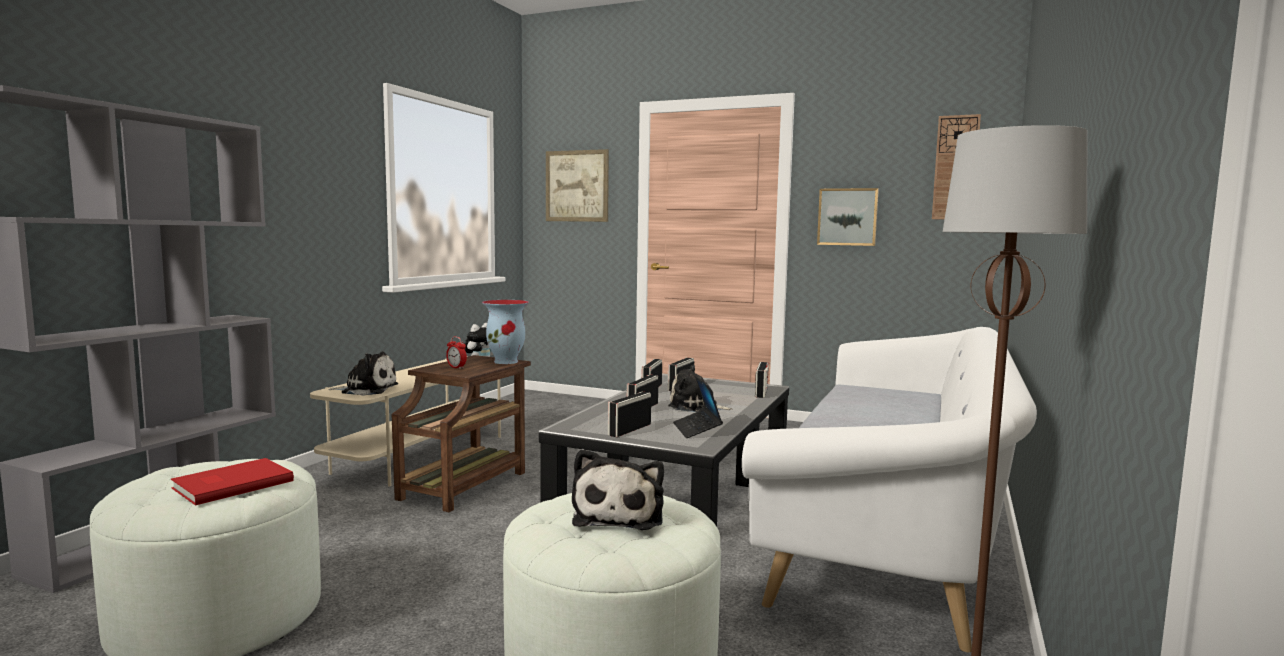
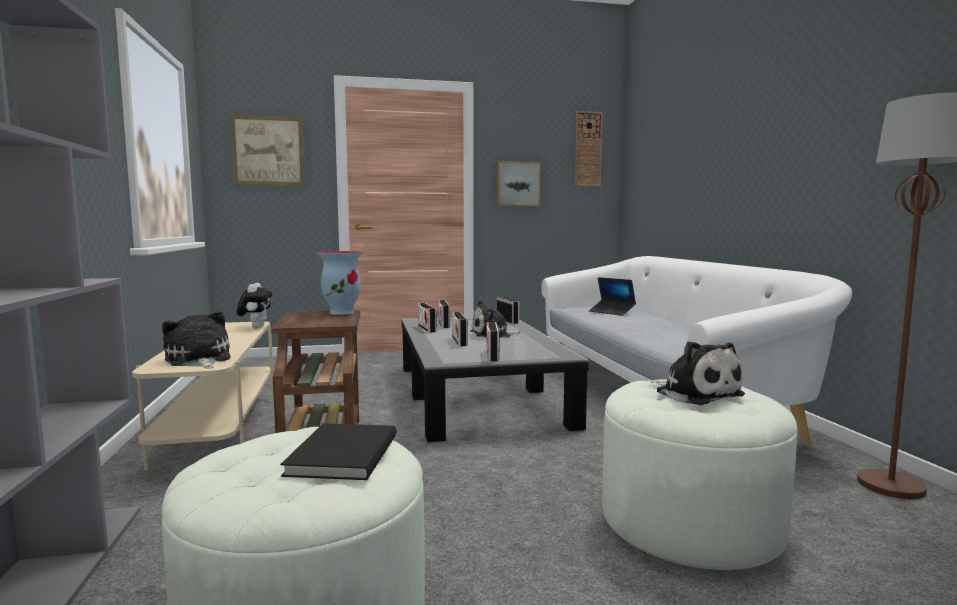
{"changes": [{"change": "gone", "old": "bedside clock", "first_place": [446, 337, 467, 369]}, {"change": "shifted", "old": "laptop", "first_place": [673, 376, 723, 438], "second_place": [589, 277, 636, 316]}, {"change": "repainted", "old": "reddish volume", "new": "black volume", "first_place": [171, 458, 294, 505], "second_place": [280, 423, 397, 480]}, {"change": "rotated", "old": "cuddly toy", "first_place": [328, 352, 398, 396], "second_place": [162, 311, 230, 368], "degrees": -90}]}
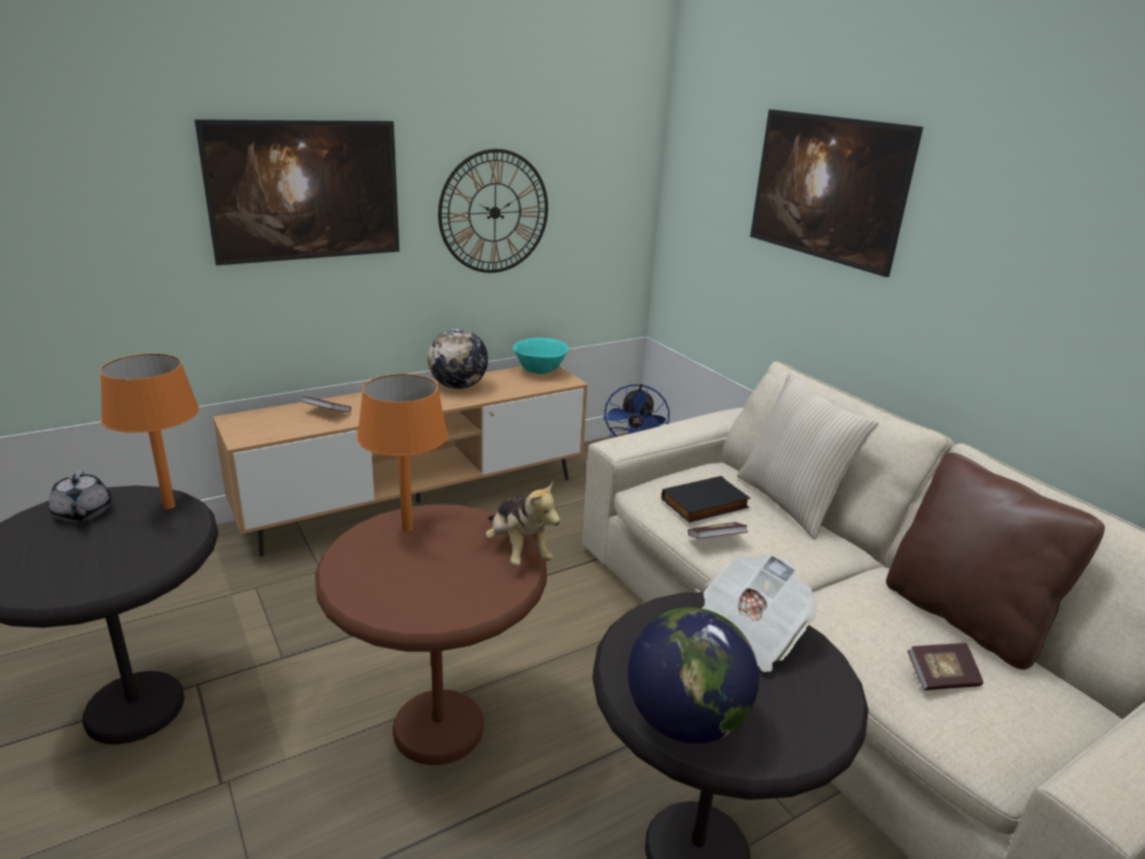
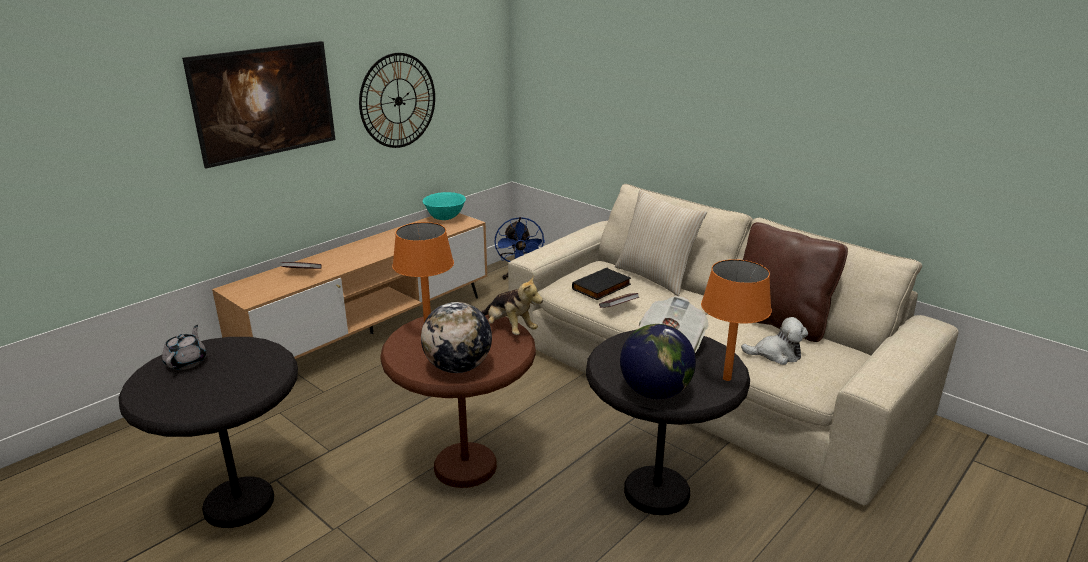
{"changes": [{"change": "gone", "old": "picture", "first_place": [750, 109, 923, 277]}, {"change": "shifted", "old": "orange lamp for a table", "first_place": [100, 354, 199, 509], "second_place": [701, 259, 772, 381]}, {"change": "shifted", "old": "globe", "first_place": [428, 329, 488, 389], "second_place": [421, 302, 492, 373]}, {"change": "swapped", "old": "volume", "new": "cuddly toy", "first_place": [907, 643, 984, 690], "second_place": [741, 317, 808, 365]}, {"change": "rotated", "old": "grey teapot", "first_place": [49, 471, 112, 522], "second_place": [162, 325, 206, 370], "degrees": -135}]}
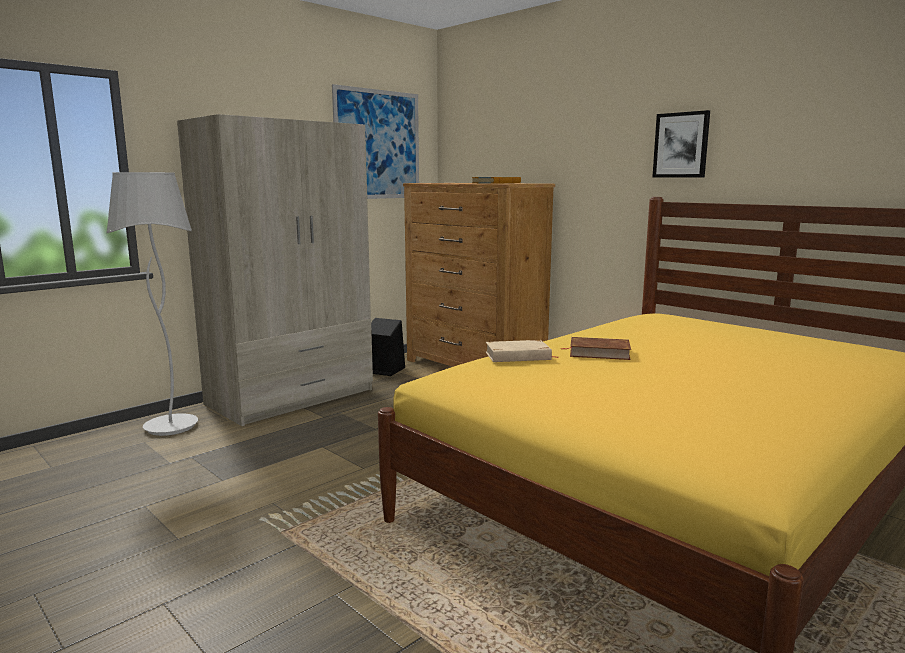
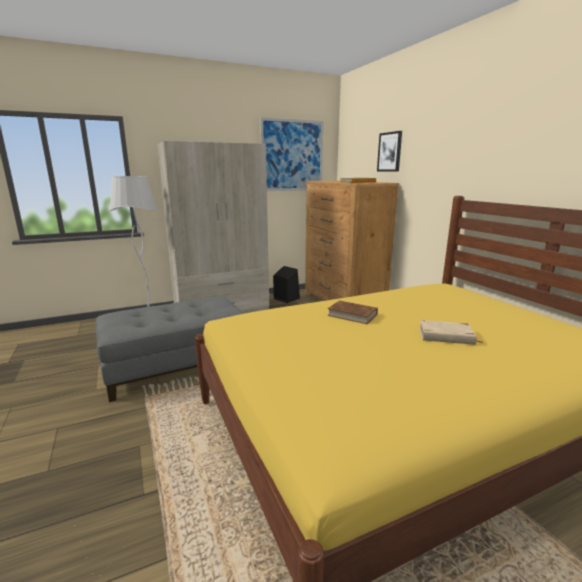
{"changes": [{"change": "new", "new": "grey footrest", "second_place": [96, 296, 245, 402]}, {"change": "shifted", "old": "beige volume", "first_place": [486, 340, 559, 362], "second_place": [419, 320, 483, 345]}, {"change": "shifted", "old": "picture", "first_place": [652, 110, 710, 178], "second_place": [377, 131, 402, 172]}]}
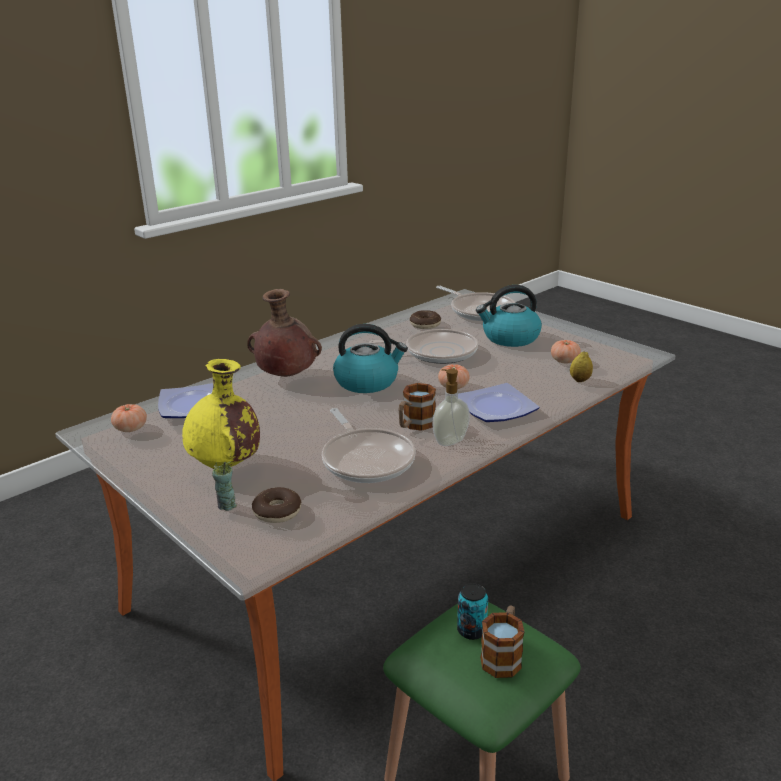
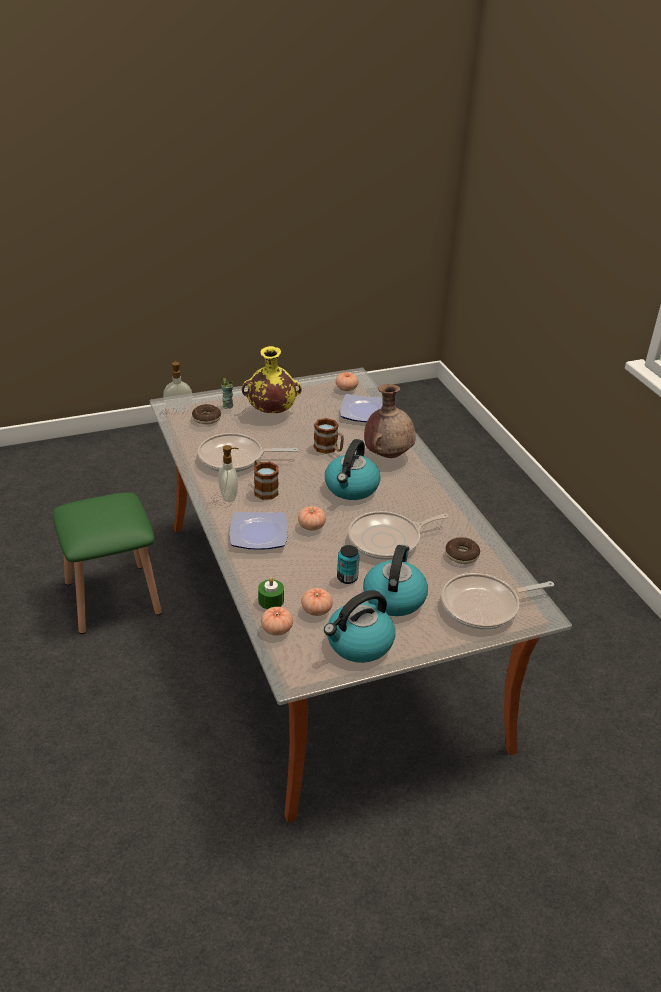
{"changes": [{"change": "new", "new": "soap dispenser", "second_place": [163, 361, 193, 412]}, {"change": "new", "new": "fresh tomato", "second_place": [261, 607, 293, 636]}, {"change": "new", "new": "water kettle", "second_place": [324, 590, 395, 663]}, {"change": "shifted", "old": "metal can", "first_place": [457, 583, 488, 640], "second_place": [337, 545, 360, 584]}, {"change": "shifted", "old": "mug", "first_place": [480, 606, 524, 678], "second_place": [313, 418, 344, 454]}, {"change": "swapped", "old": "citrus fruit", "new": "green-coloured candle", "first_place": [570, 351, 593, 382], "second_place": [258, 577, 284, 609]}, {"change": "rotated", "old": "skillet", "first_place": [369, 329, 478, 364], "second_place": [348, 511, 449, 560], "degrees": 45}]}
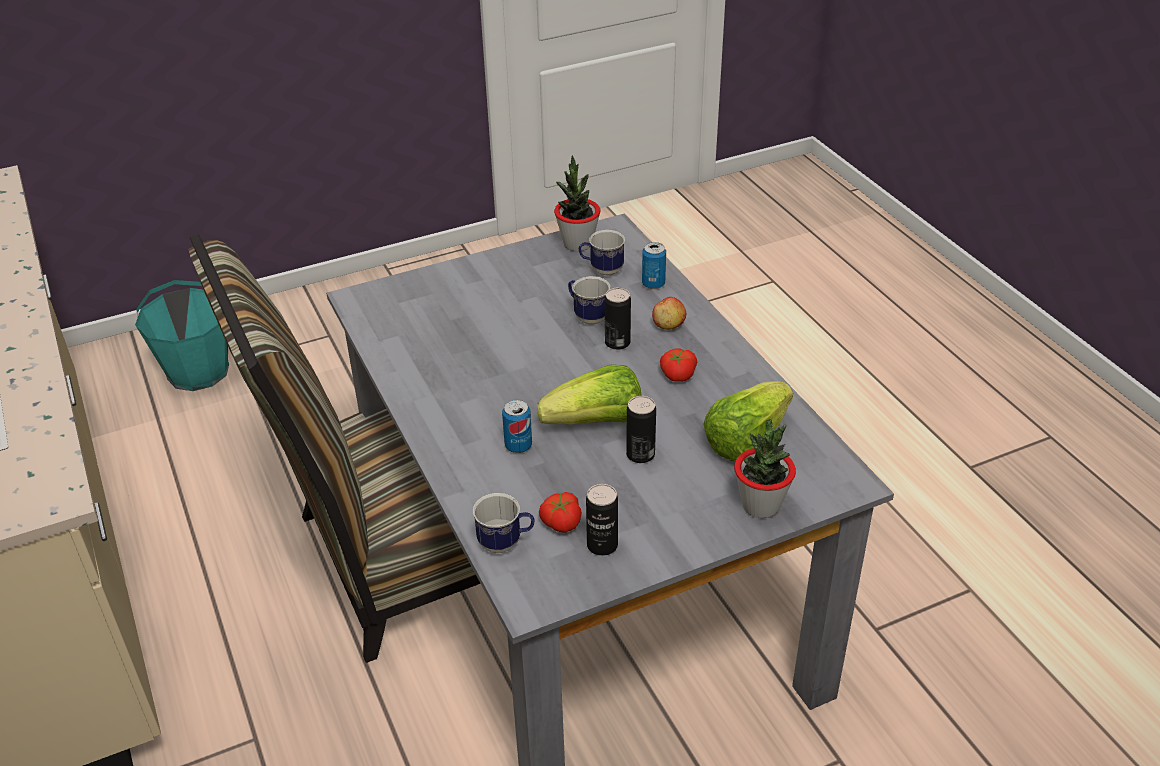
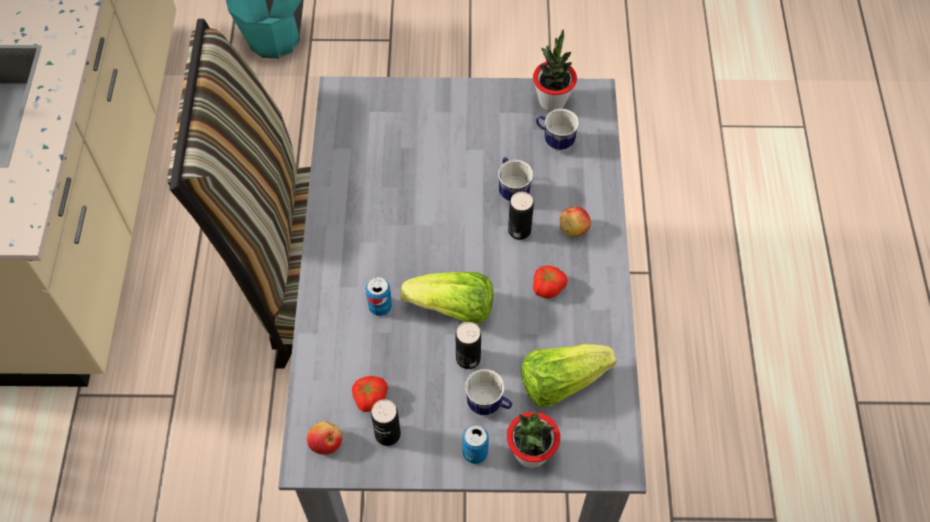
{"changes": [{"change": "new", "new": "whole apple", "second_place": [307, 421, 342, 455]}, {"change": "shifted", "old": "mug", "first_place": [473, 493, 535, 553], "second_place": [465, 369, 512, 416]}, {"change": "shifted", "old": "metal can", "first_place": [642, 242, 666, 289], "second_place": [462, 425, 489, 464]}]}
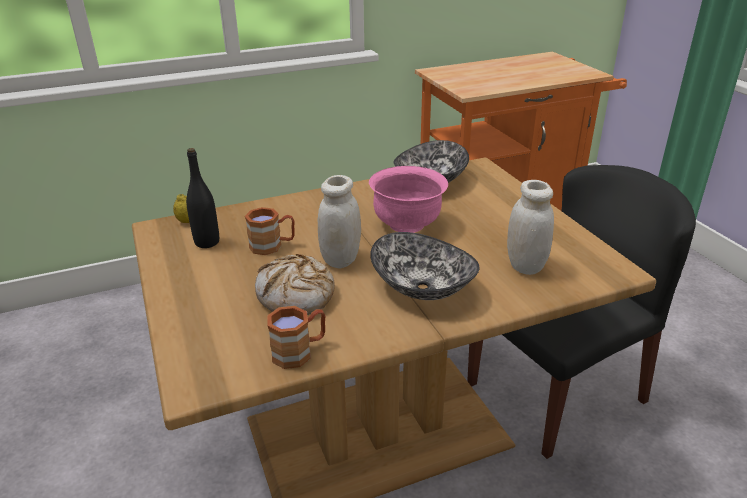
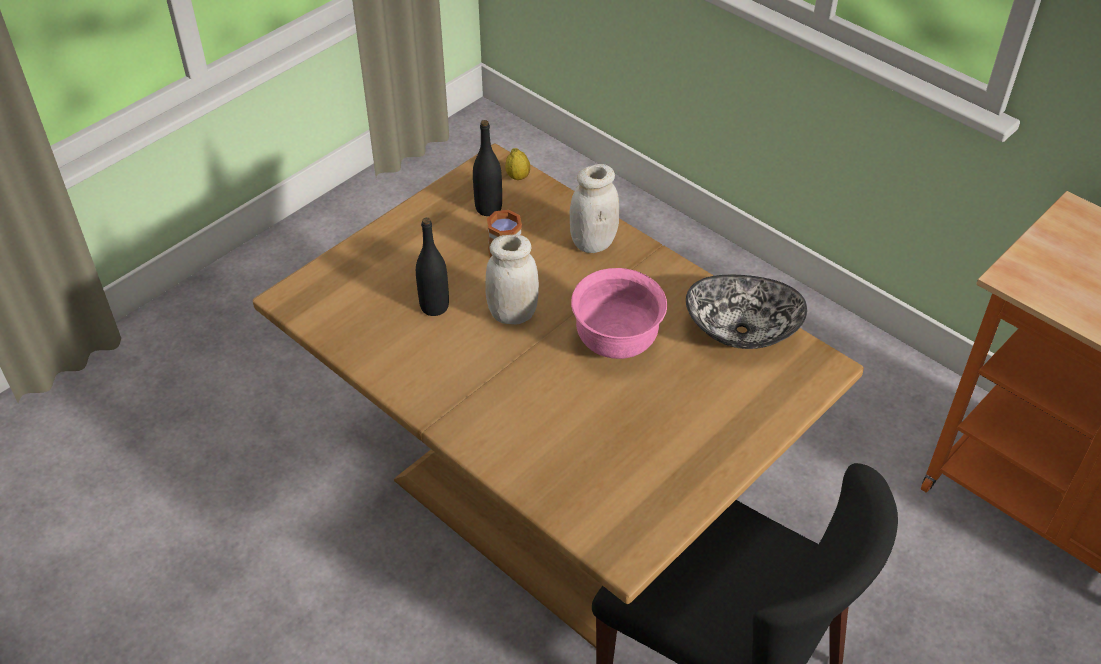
{"changes": [{"change": "gone", "old": "brown mug", "first_place": [267, 306, 325, 369]}, {"change": "gone", "old": "serving bowl", "first_place": [370, 232, 479, 300]}, {"change": "shifted", "old": "white preserve jar", "first_place": [507, 180, 554, 275], "second_place": [570, 164, 620, 253]}, {"change": "swapped", "old": "baked bread", "new": "black bottle", "first_place": [255, 254, 335, 315], "second_place": [416, 218, 449, 316]}]}
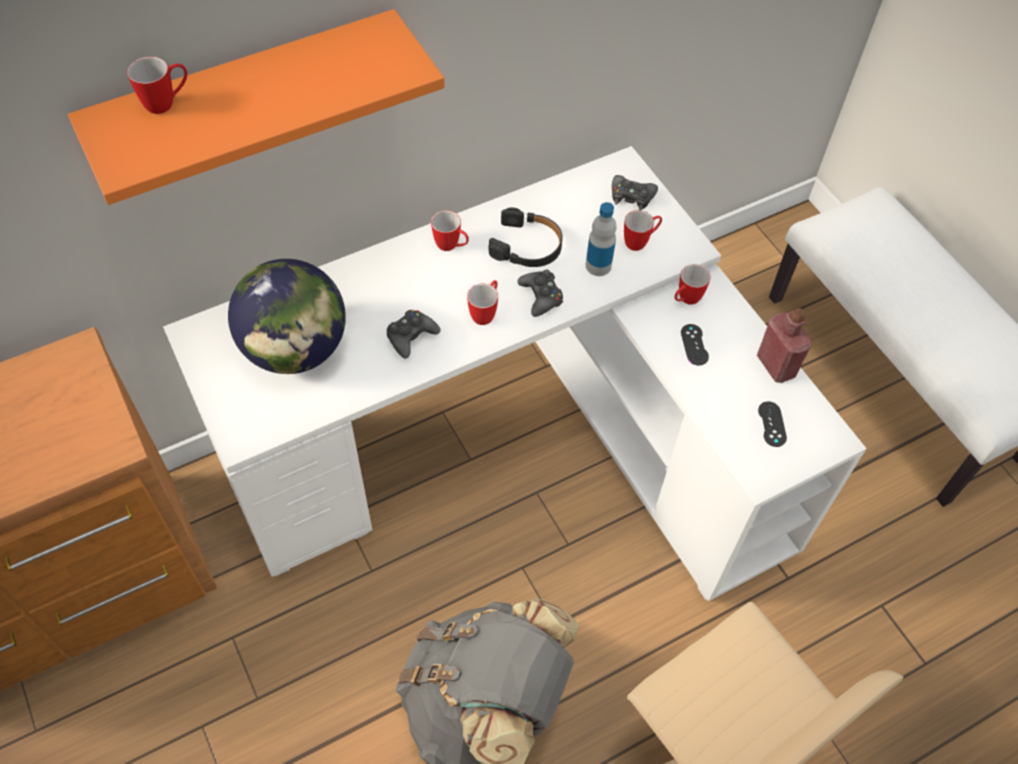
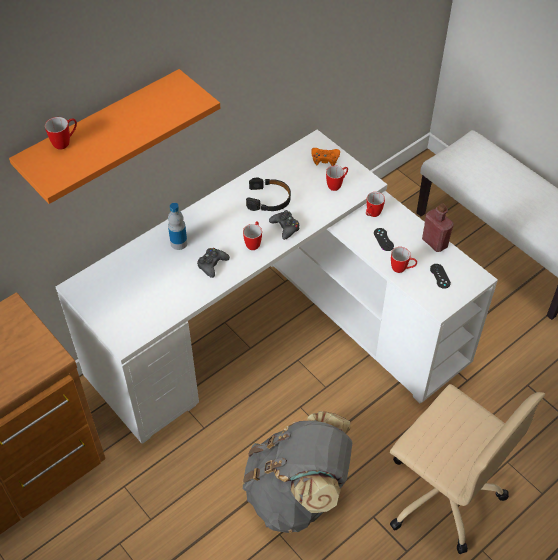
{"changes": [{"change": "gone", "old": "globe", "first_place": [228, 259, 346, 374]}, {"change": "shifted", "old": "mug", "first_place": [431, 210, 469, 251], "second_place": [391, 247, 417, 273]}, {"change": "shifted", "old": "bottle", "first_place": [586, 202, 617, 276], "second_place": [168, 203, 187, 250]}, {"change": "repainted", "old": "black gamepad", "new": "orange gamepad", "first_place": [612, 175, 658, 211], "second_place": [311, 148, 340, 166]}]}
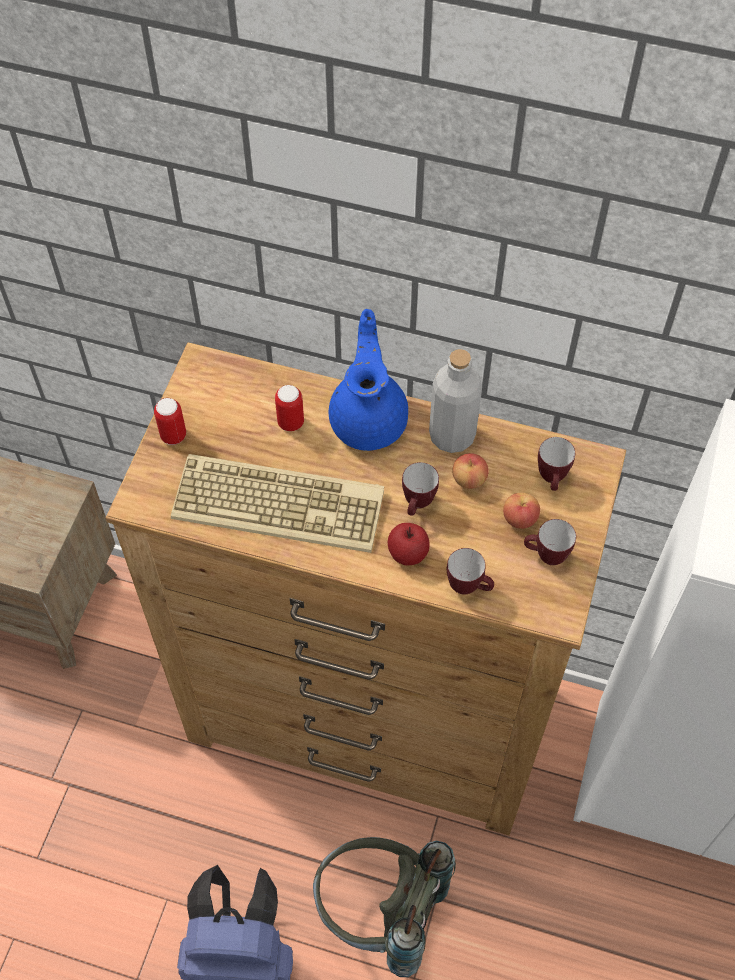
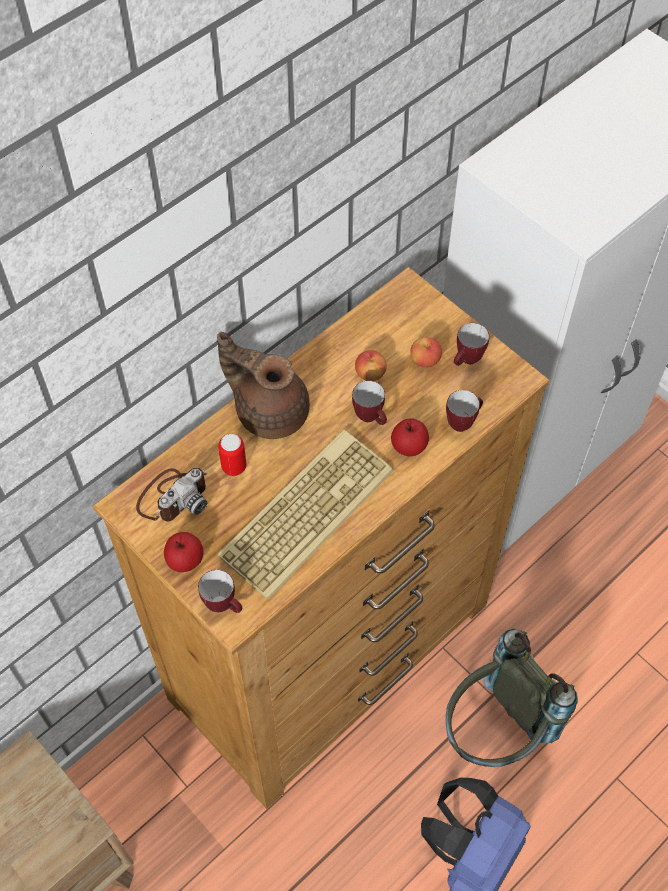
{"changes": [{"change": "gone", "old": "grey bottle", "first_place": [429, 349, 482, 453]}, {"change": "new", "new": "photo camera", "second_place": [136, 468, 207, 521]}, {"change": "shifted", "old": "mug", "first_place": [538, 437, 575, 491], "second_place": [198, 570, 242, 613]}, {"change": "swapped", "old": "metal can", "new": "whole apple", "first_place": [154, 398, 186, 445], "second_place": [164, 532, 203, 572]}, {"change": "repainted", "old": "bluish teapot", "new": "brown teapot", "first_place": [329, 309, 408, 451], "second_place": [217, 332, 310, 439]}]}
